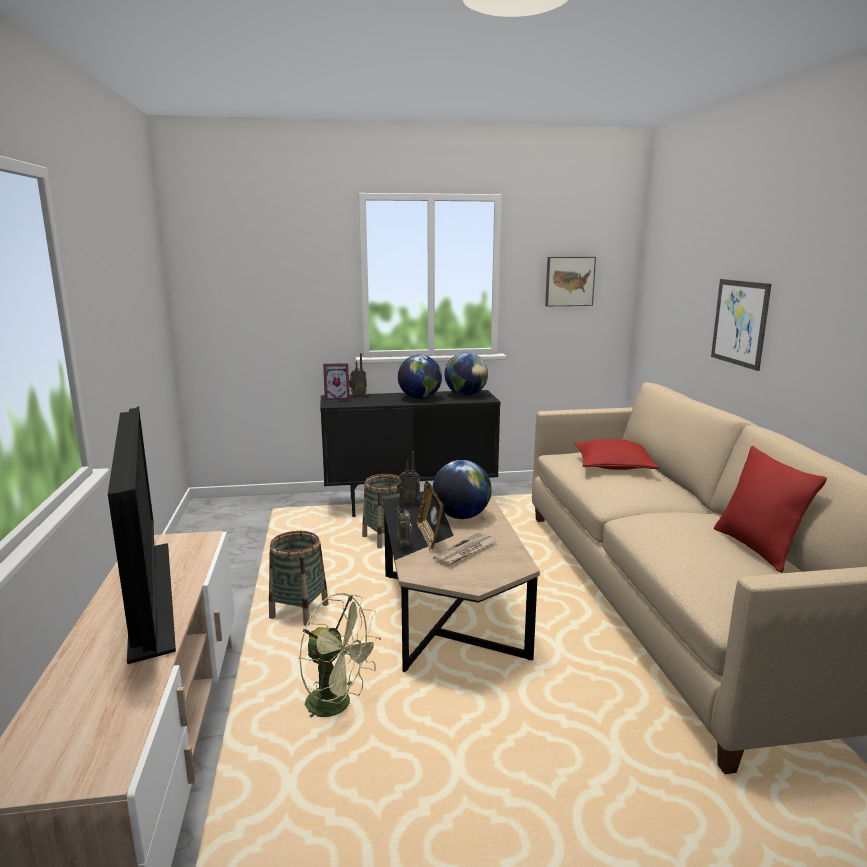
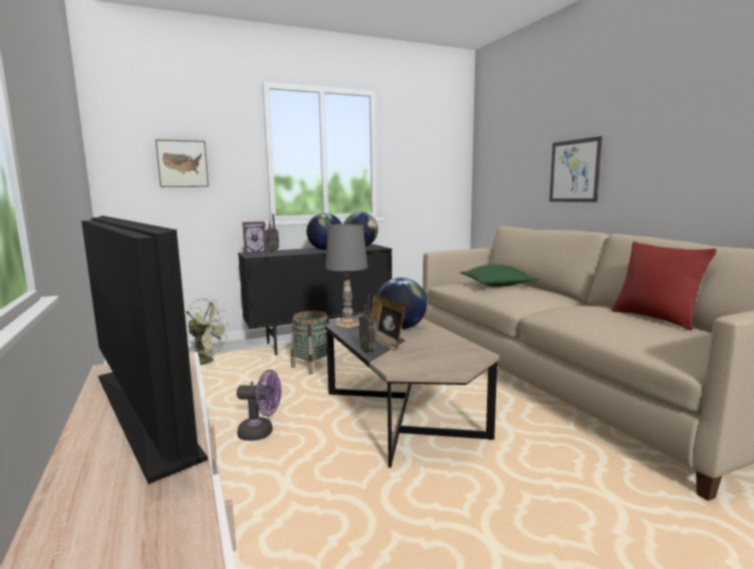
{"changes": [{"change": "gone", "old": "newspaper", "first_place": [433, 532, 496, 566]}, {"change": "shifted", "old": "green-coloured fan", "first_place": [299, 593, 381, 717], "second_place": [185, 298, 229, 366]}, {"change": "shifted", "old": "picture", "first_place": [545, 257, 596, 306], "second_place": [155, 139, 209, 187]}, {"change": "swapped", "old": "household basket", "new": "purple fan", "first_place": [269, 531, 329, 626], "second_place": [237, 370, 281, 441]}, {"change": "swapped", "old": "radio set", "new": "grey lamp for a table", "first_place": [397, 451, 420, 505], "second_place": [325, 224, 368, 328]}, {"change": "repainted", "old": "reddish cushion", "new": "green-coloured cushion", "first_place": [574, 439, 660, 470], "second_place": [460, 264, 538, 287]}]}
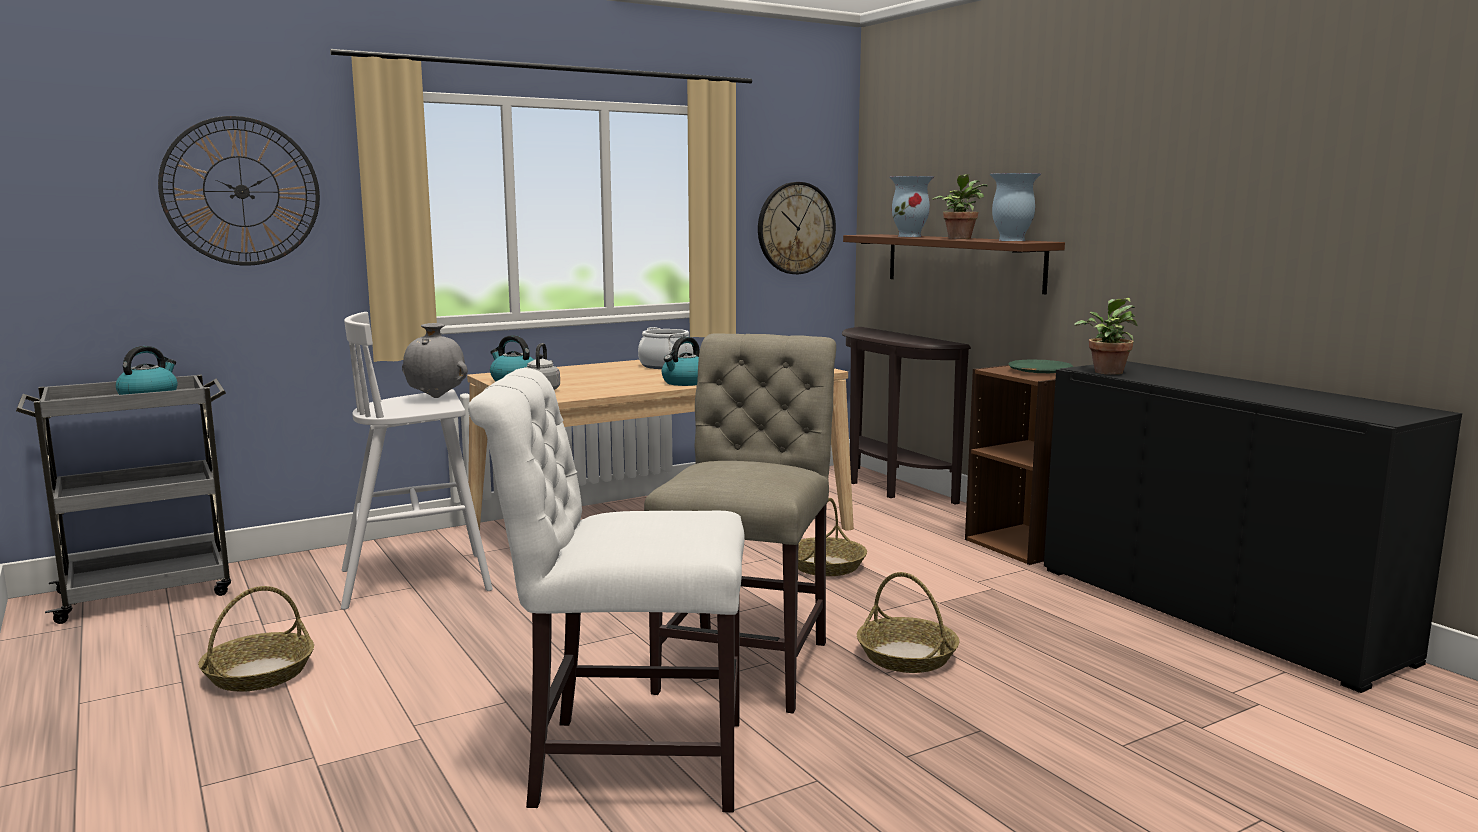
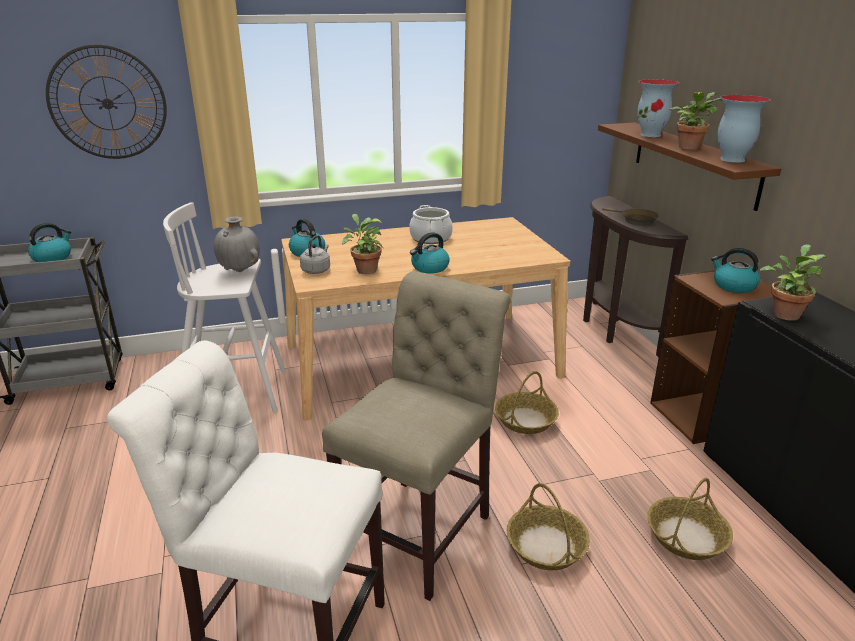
{"changes": [{"change": "gone", "old": "wall clock", "first_place": [758, 182, 836, 274]}, {"change": "new", "new": "plant in a pot", "second_place": [342, 214, 384, 274]}, {"change": "new", "new": "brown skillet", "second_place": [602, 208, 659, 226]}, {"change": "shifted", "old": "household basket", "first_place": [198, 586, 314, 692], "second_place": [647, 478, 733, 560]}, {"change": "swapped", "old": "green-coloured plate", "new": "water kettle", "first_place": [1008, 359, 1073, 373], "second_place": [711, 248, 760, 293]}]}
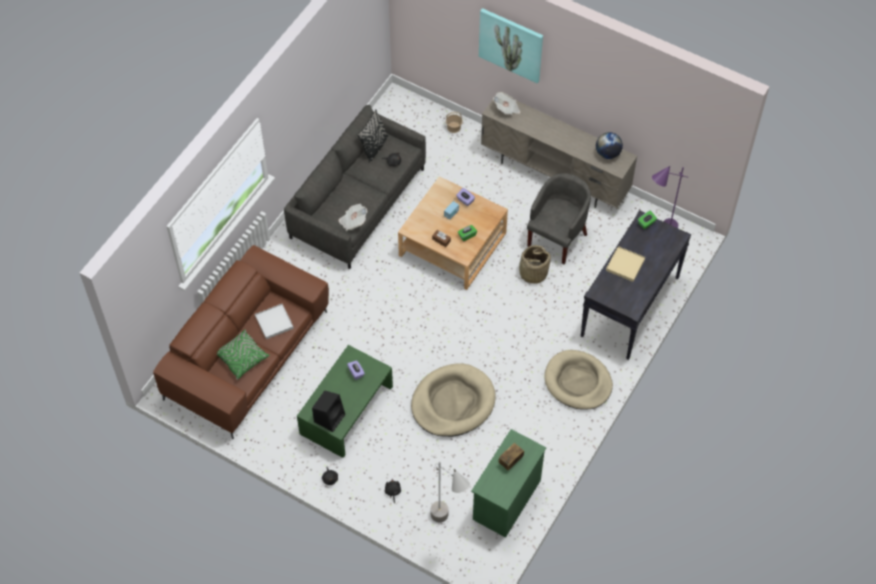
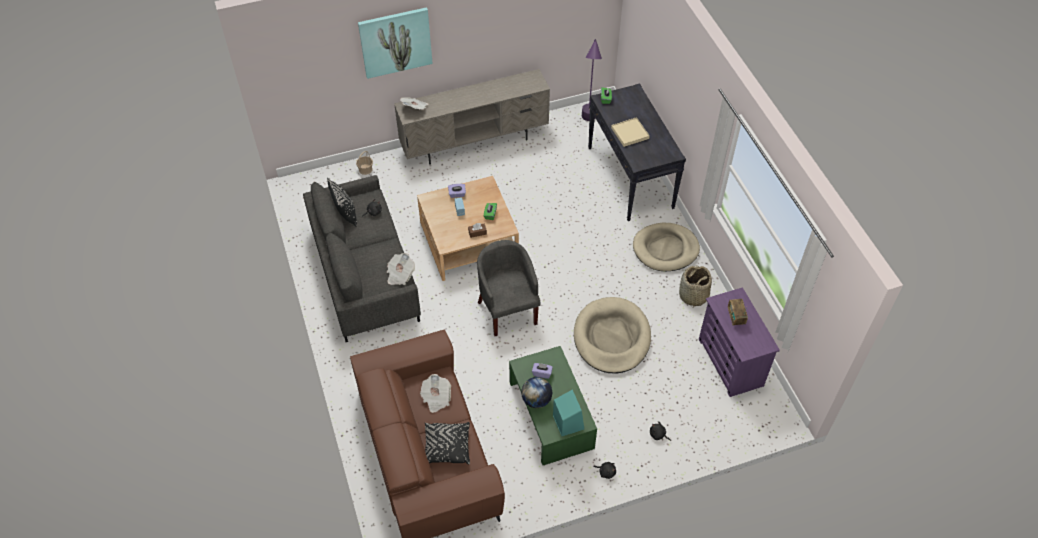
{"changes": [{"change": "gone", "old": "grey standard lamp", "first_place": [431, 461, 470, 523]}, {"change": "shifted", "old": "household basket", "first_place": [517, 245, 551, 284], "second_place": [679, 265, 712, 307]}, {"change": "shifted", "old": "grey lounge chair", "first_place": [527, 173, 591, 264], "second_place": [477, 240, 541, 336]}, {"change": "shifted", "old": "globe", "first_place": [596, 132, 623, 159], "second_place": [521, 377, 552, 408]}, {"change": "swapped", "old": "white serving tray", "new": "newspaper", "first_place": [255, 304, 294, 339], "second_place": [420, 374, 451, 413]}, {"change": "repainted", "old": "green-coloured cushion", "new": "black cushion", "first_place": [217, 330, 270, 380], "second_place": [425, 422, 470, 464]}, {"change": "repainted", "old": "black audio speaker", "new": "blue-green audio speaker", "first_place": [312, 390, 345, 432], "second_place": [553, 390, 584, 436]}, {"change": "repainted", "old": "green-coloured dresser", "new": "purple dresser", "first_place": [471, 429, 546, 538], "second_place": [699, 287, 780, 397]}]}
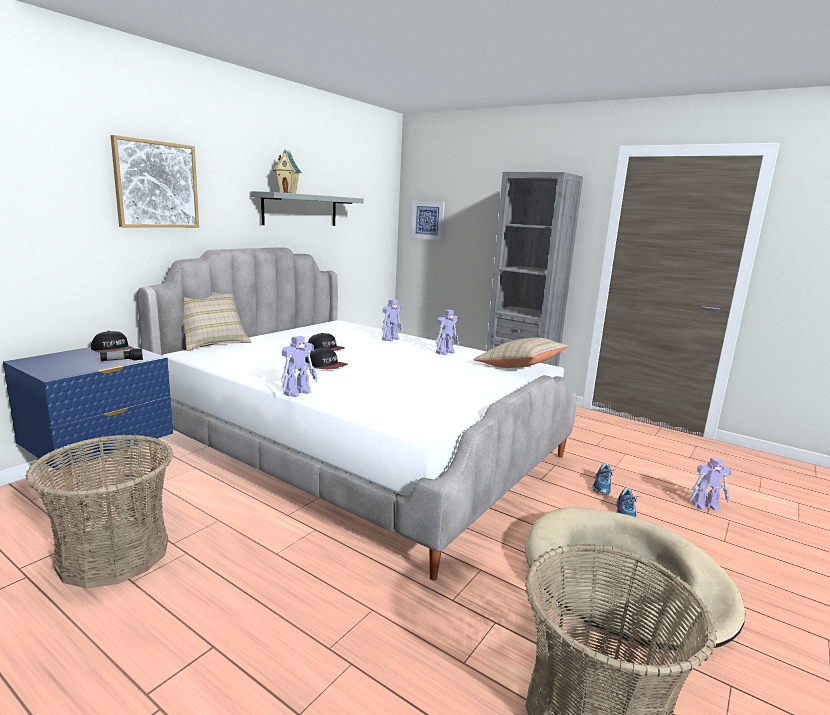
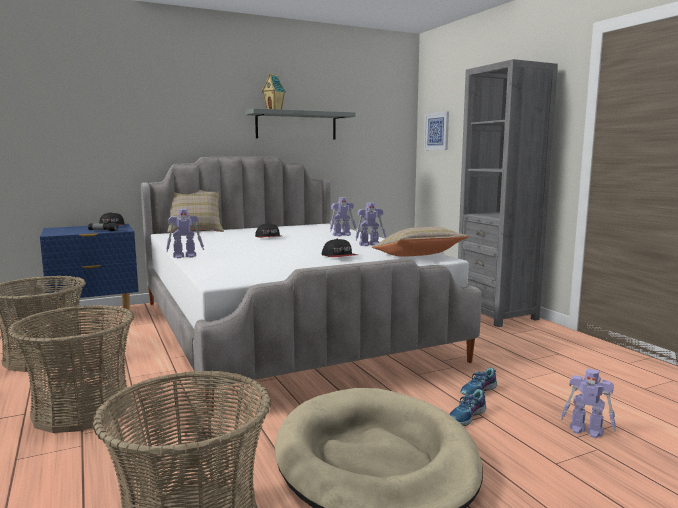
{"changes": [{"change": "gone", "old": "picture", "first_place": [110, 135, 199, 228]}, {"change": "new", "new": "household basket", "second_place": [8, 305, 134, 433]}, {"change": "shifted", "old": "cap", "first_place": [306, 348, 348, 369], "second_place": [322, 239, 358, 257]}]}
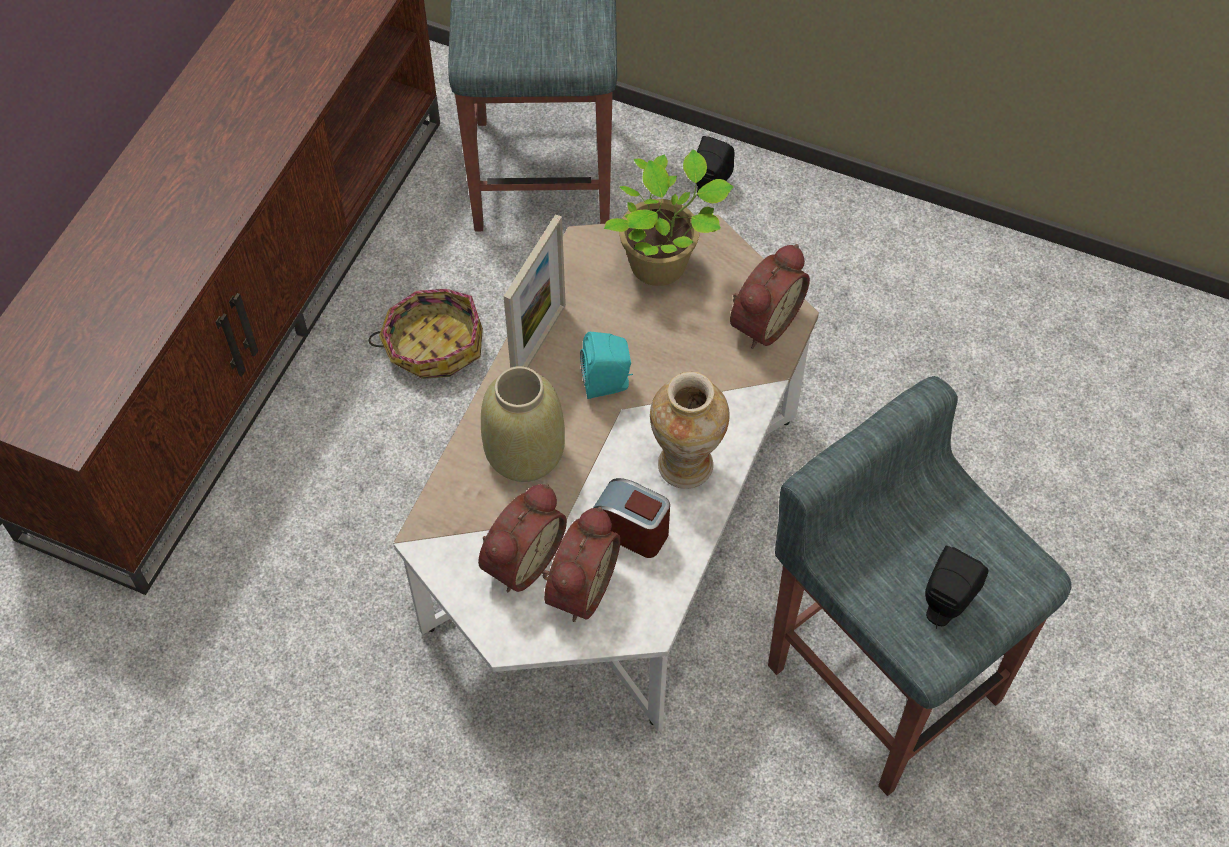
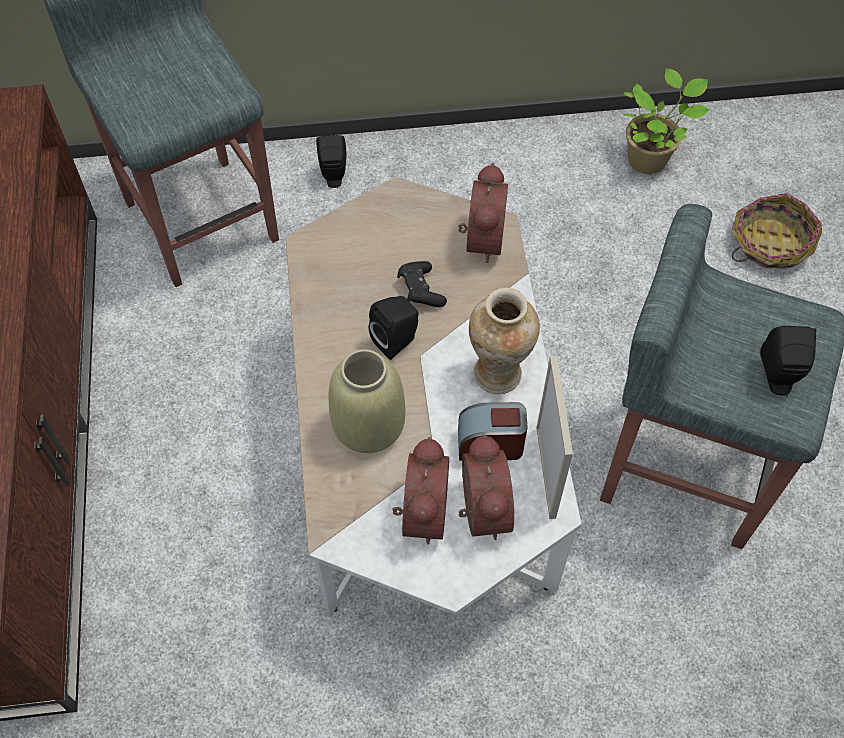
{"changes": [{"change": "new", "new": "black gamepad", "second_place": [397, 261, 447, 307]}, {"change": "shifted", "old": "household basket", "first_place": [369, 289, 483, 379], "second_place": [732, 193, 822, 269]}, {"change": "shifted", "old": "standing frame", "first_place": [504, 214, 566, 368], "second_place": [536, 356, 573, 519]}, {"change": "shifted", "old": "plant in a pot", "first_place": [604, 149, 734, 286], "second_place": [623, 69, 710, 174]}, {"change": "repainted", "old": "blue-green audio speaker", "new": "black audio speaker", "first_place": [580, 332, 633, 399], "second_place": [369, 296, 419, 360]}]}
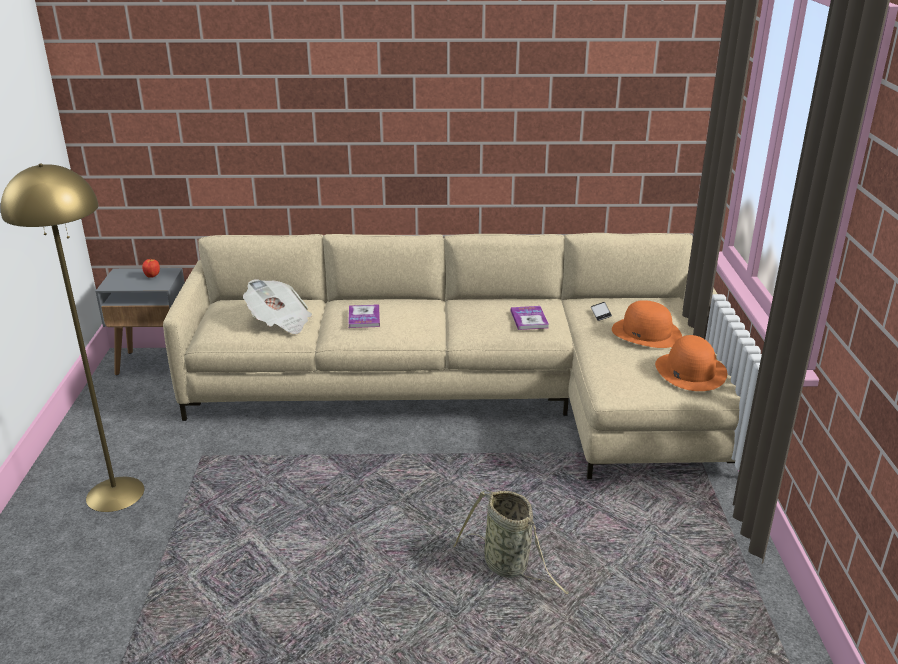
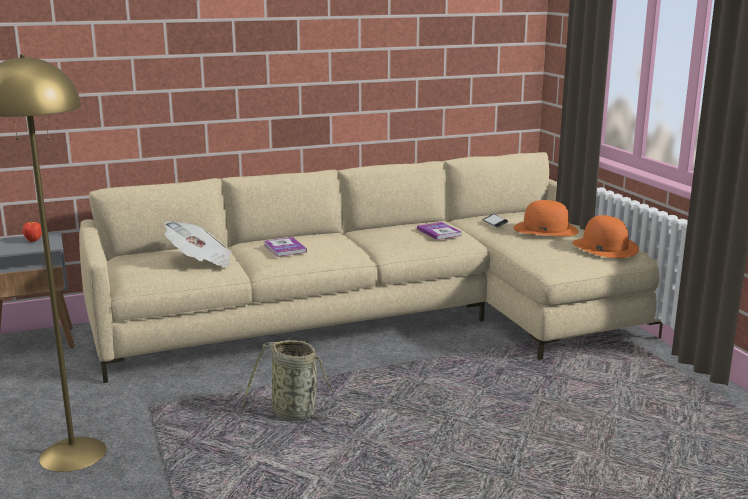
{"changes": [{"change": "shifted", "old": "household basket", "first_place": [453, 490, 569, 594], "second_place": [242, 340, 360, 421]}]}
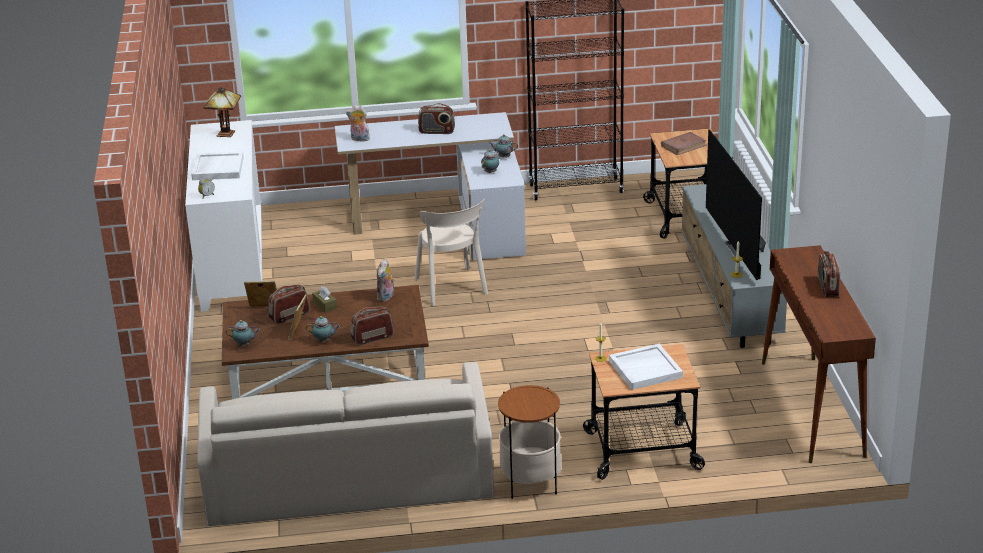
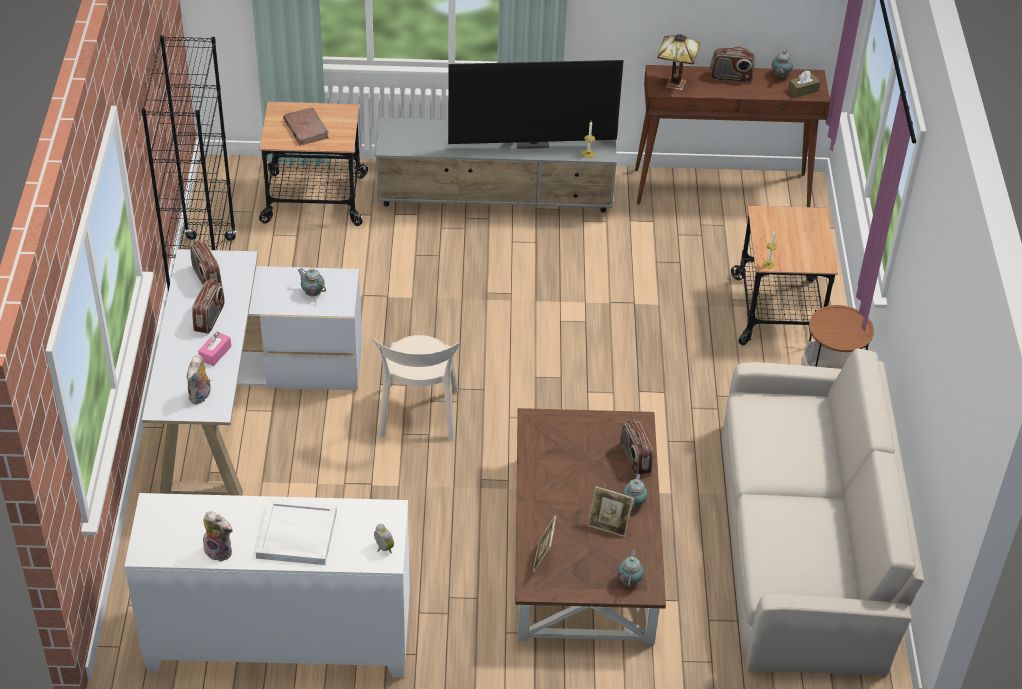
{"changes": [{"change": "gone", "old": "white serving tray", "first_place": [609, 344, 683, 390]}, {"change": "new", "new": "pink-coloured tissue box", "second_place": [198, 331, 231, 366]}, {"change": "shifted", "old": "lamp for a table", "first_place": [203, 87, 241, 137], "second_place": [657, 34, 700, 91]}, {"change": "shifted", "old": "radio set", "first_place": [268, 284, 310, 324], "second_place": [190, 240, 222, 285]}, {"change": "shifted", "old": "brown tissue box", "first_place": [312, 286, 337, 313], "second_place": [788, 71, 820, 98]}, {"change": "shifted", "old": "cuddly toy", "first_place": [377, 259, 395, 302], "second_place": [203, 511, 233, 562]}, {"change": "shifted", "old": "teapot", "first_place": [489, 134, 518, 158], "second_place": [772, 50, 793, 77]}, {"change": "rotated", "old": "beige upright chair", "first_place": [415, 198, 488, 306], "second_place": [373, 335, 460, 441], "degrees": 105}]}
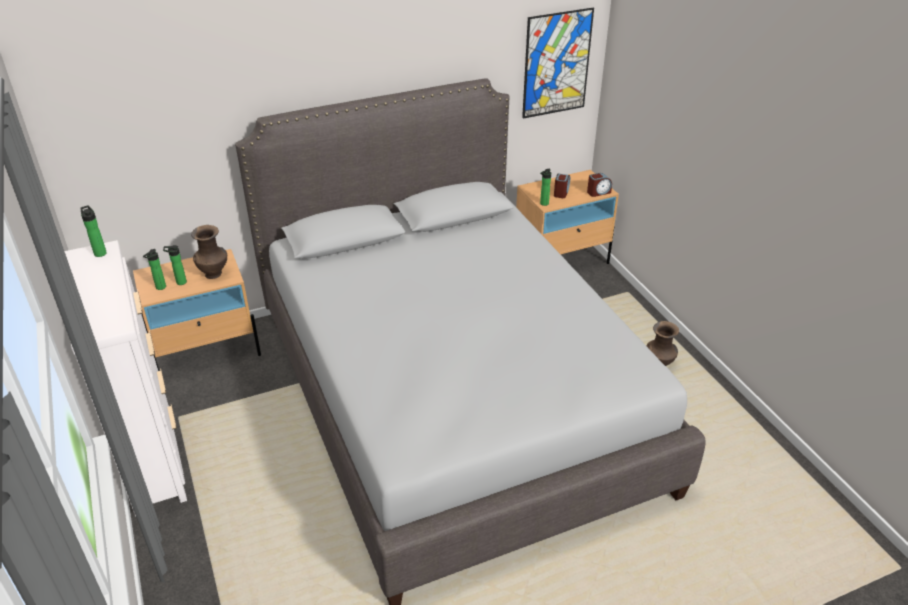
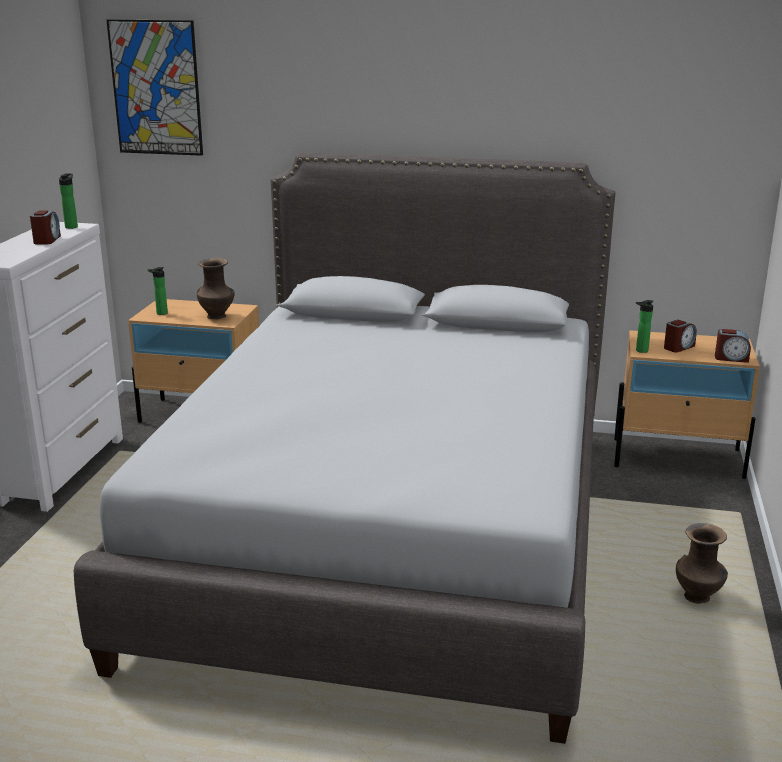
{"changes": [{"change": "gone", "old": "bottle", "first_place": [163, 245, 187, 285]}, {"change": "new", "new": "bedside clock", "second_place": [30, 211, 61, 244]}, {"change": "shifted", "old": "picture", "first_place": [522, 8, 594, 119], "second_place": [107, 19, 203, 156]}]}
